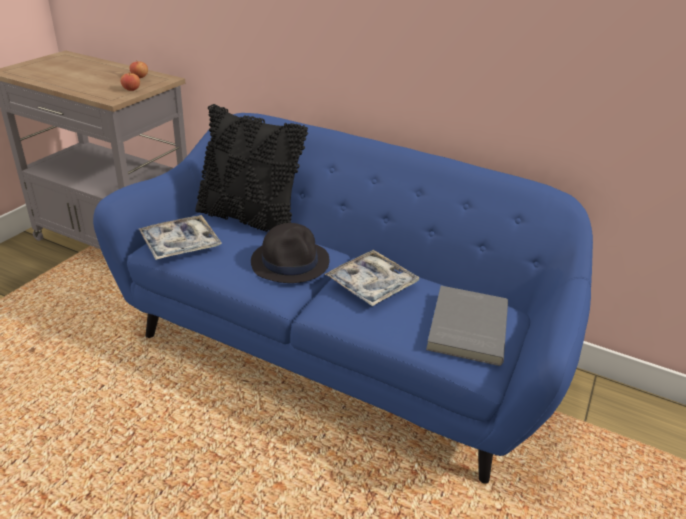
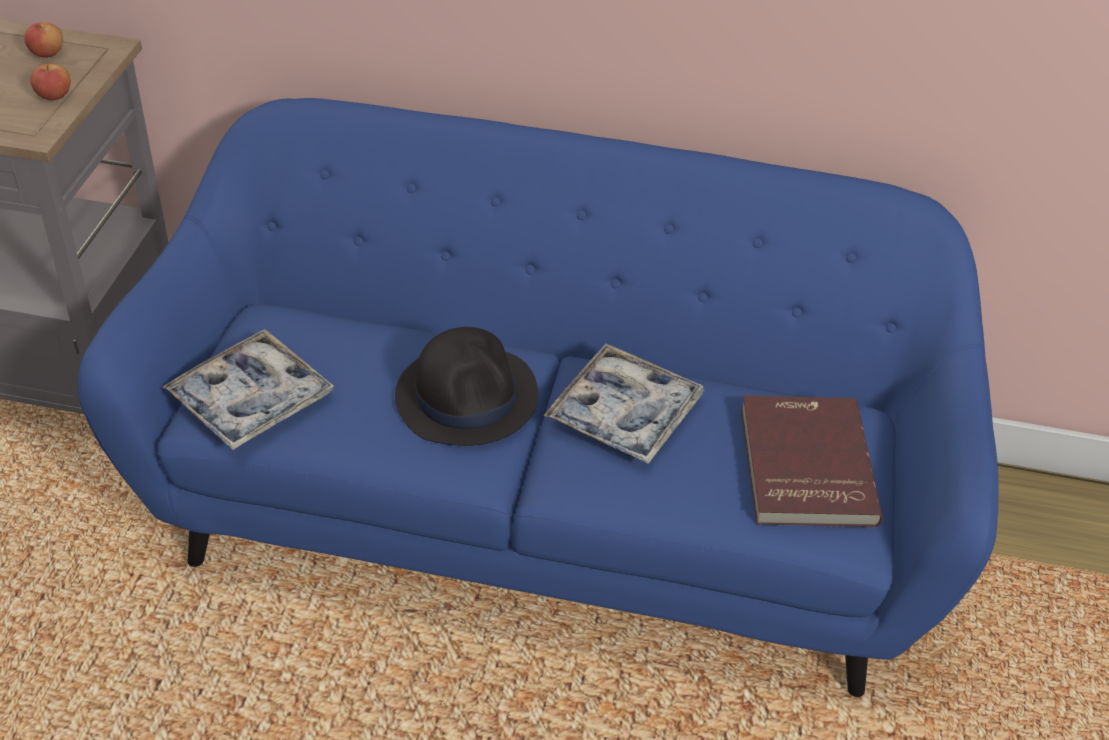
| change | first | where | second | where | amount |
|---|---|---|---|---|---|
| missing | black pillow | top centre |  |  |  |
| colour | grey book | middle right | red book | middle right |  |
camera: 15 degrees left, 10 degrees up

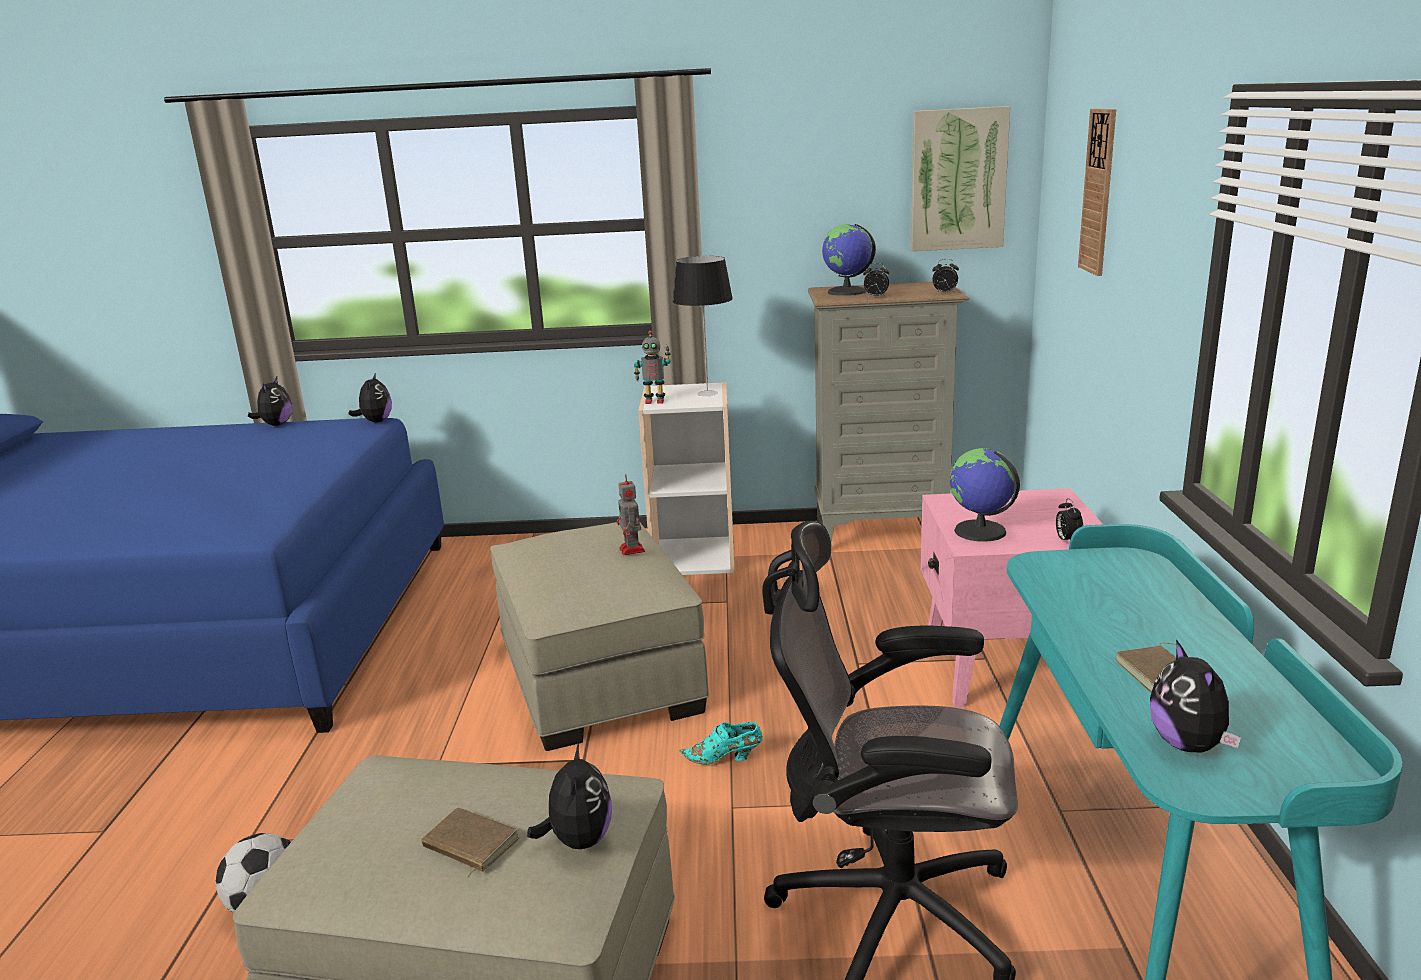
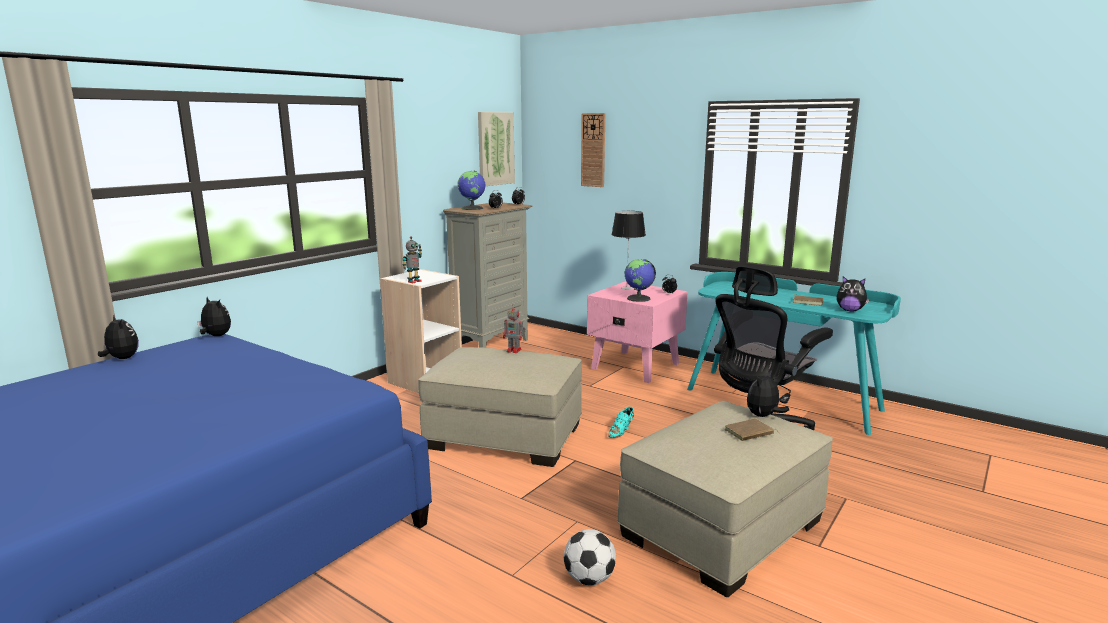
| change | first | where | second | where | amount |
|---|---|---|---|---|---|
| relocated | table lamp | top centre |  | centre |  |
| spun | plush toy (no. 3 from left) | bottom centre |  | middle right | 75 degrees counterclockwise |
camera: 55 degrees left, 5 degrees down

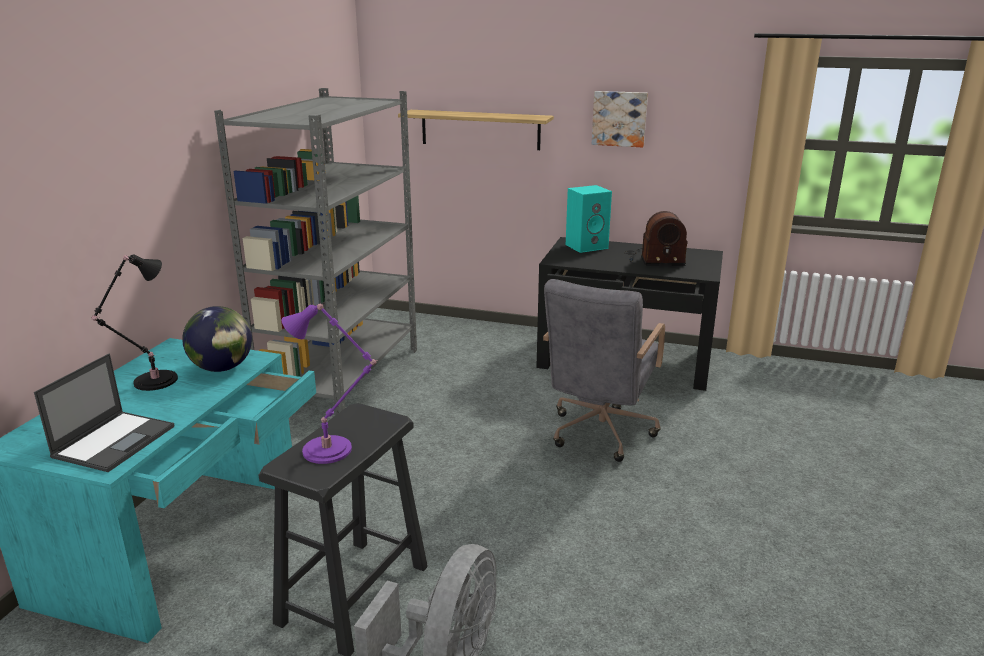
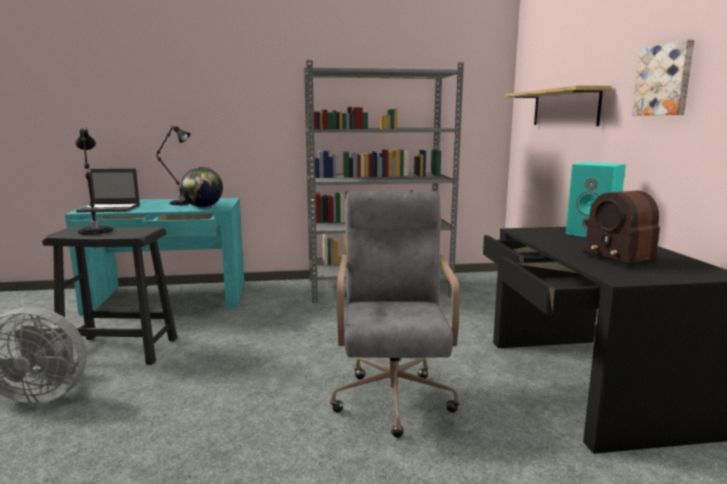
| change | first | where | second | where | amount |
|---|---|---|---|---|---|
| spun | grey office chair | centre |  | centre | 90 degrees clockwise |
| colour | purple table lamp | centre | black table lamp (no. 1 from left) | middle left |  |
camera: 65 degrees right, 10 degrees down

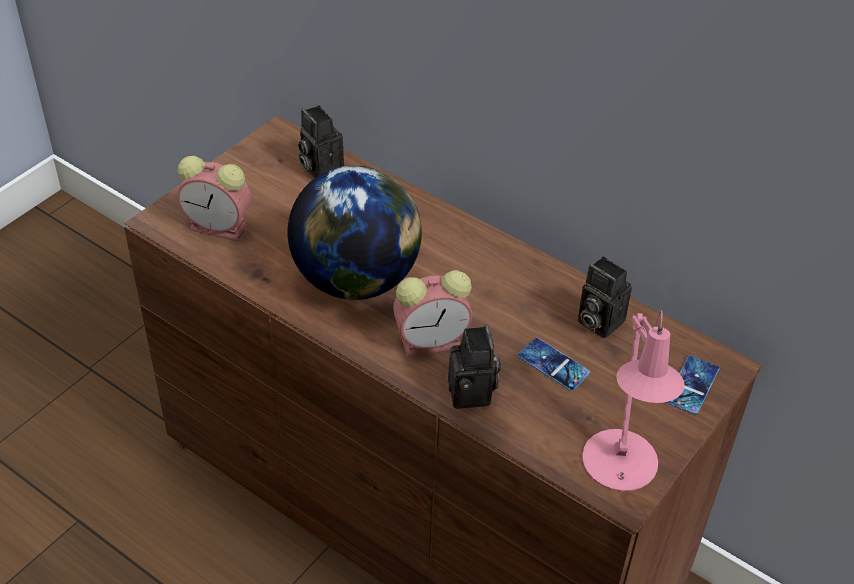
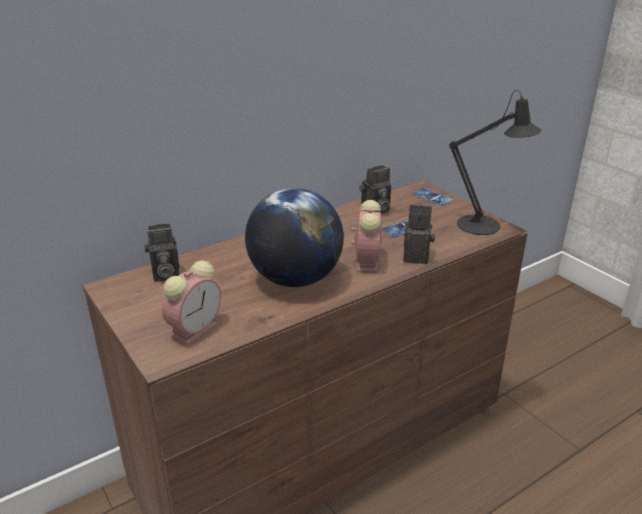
| change | first | where | second | where | amount |
|---|---|---|---|---|---|
| colour | pink table lamp | bottom right | black table lamp | top right |  |
camera: 70 degrees left, 15 degrees down

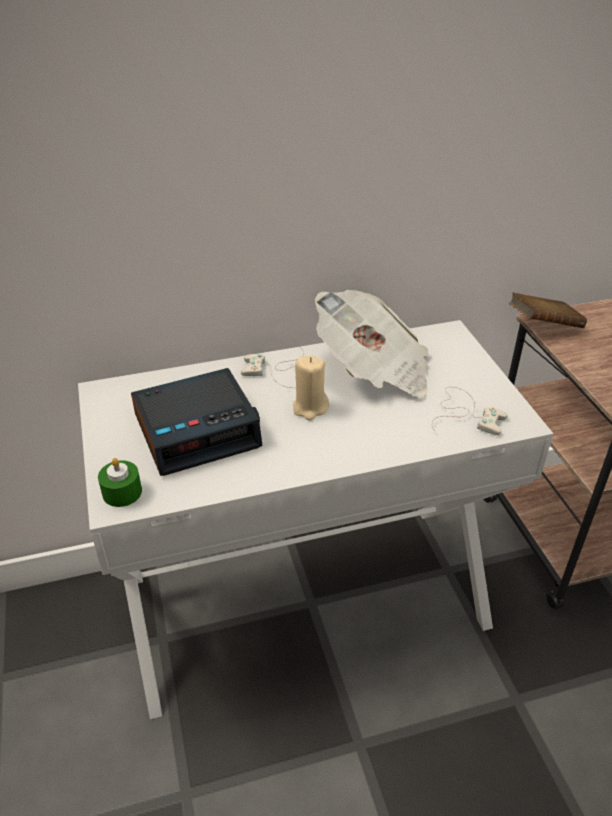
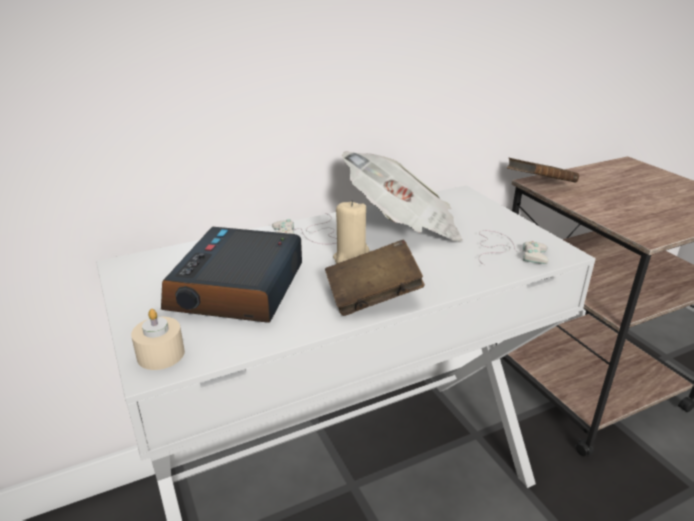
| change | first | where | second | where | amount |
|---|---|---|---|---|---|
| spun | alarm clock | middle left |  | middle left | 135 degrees clockwise |
| colour | green candle | middle left | beige candle (no. 1 from left) | middle left |  |
| appeared |  |  | brown book (no. 1 from left) | centre |  |
camera: 10 degrees left, 10 degrees down

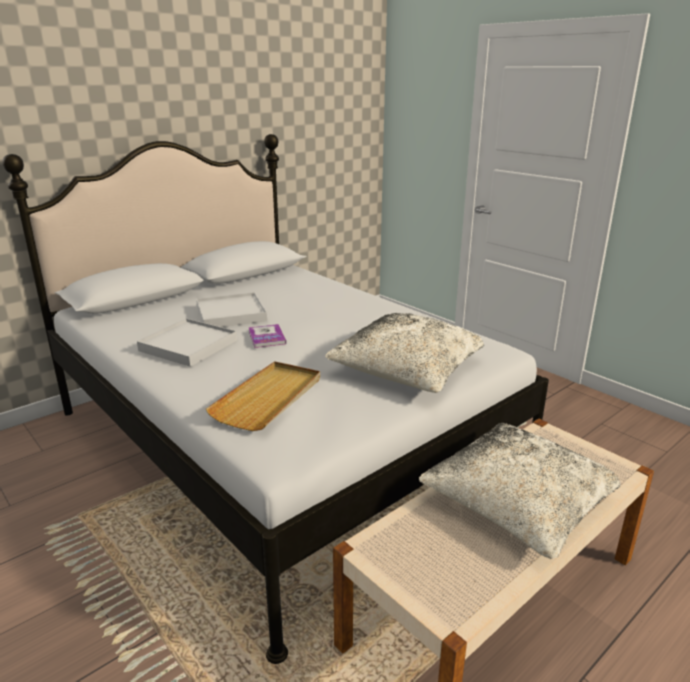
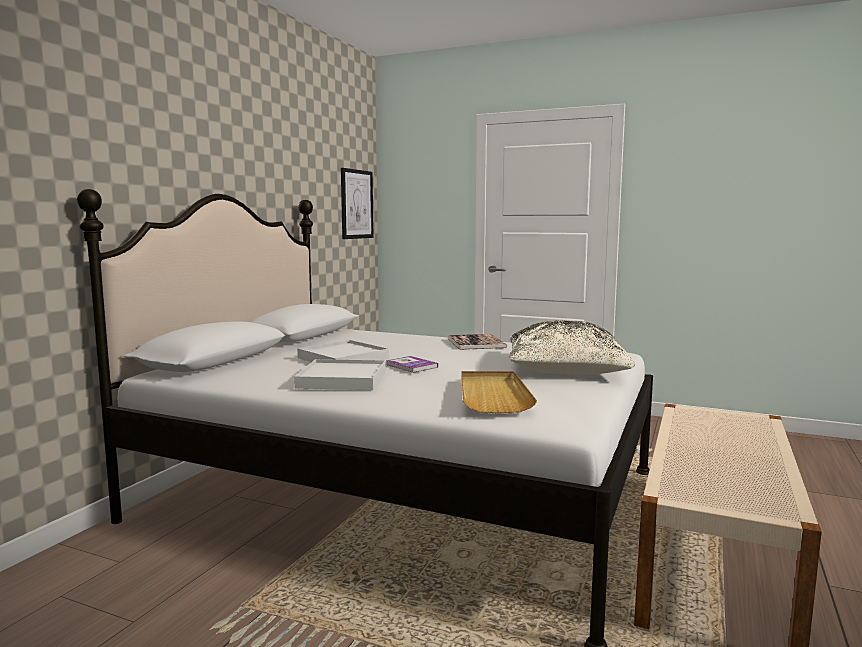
| change | first | where | second | where | amount |
|---|---|---|---|---|---|
| missing | beige pillow (no. 2 from left) | bottom right |  |  |  |
| appeared |  |  | picture | top centre |  |
| appeared |  |  | book (no. 2 from left) | centre |  |
camera: 25 degrees left, 15 degrees down

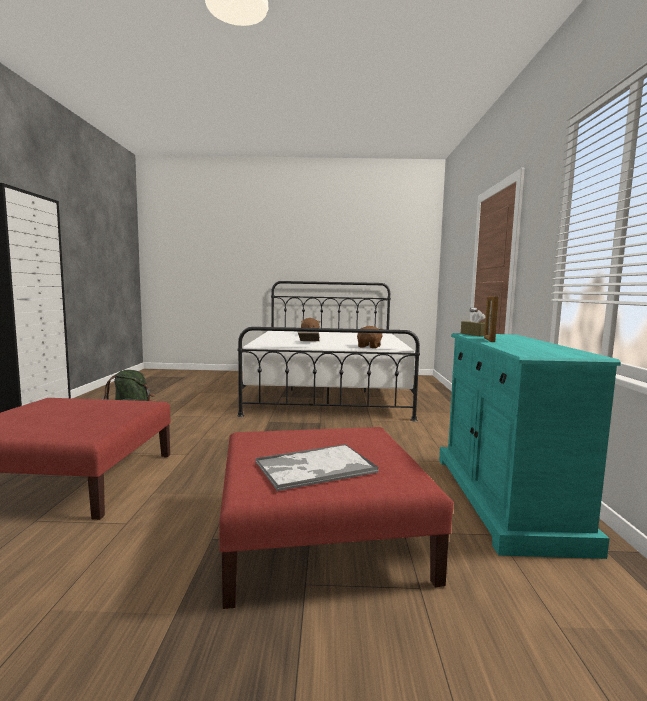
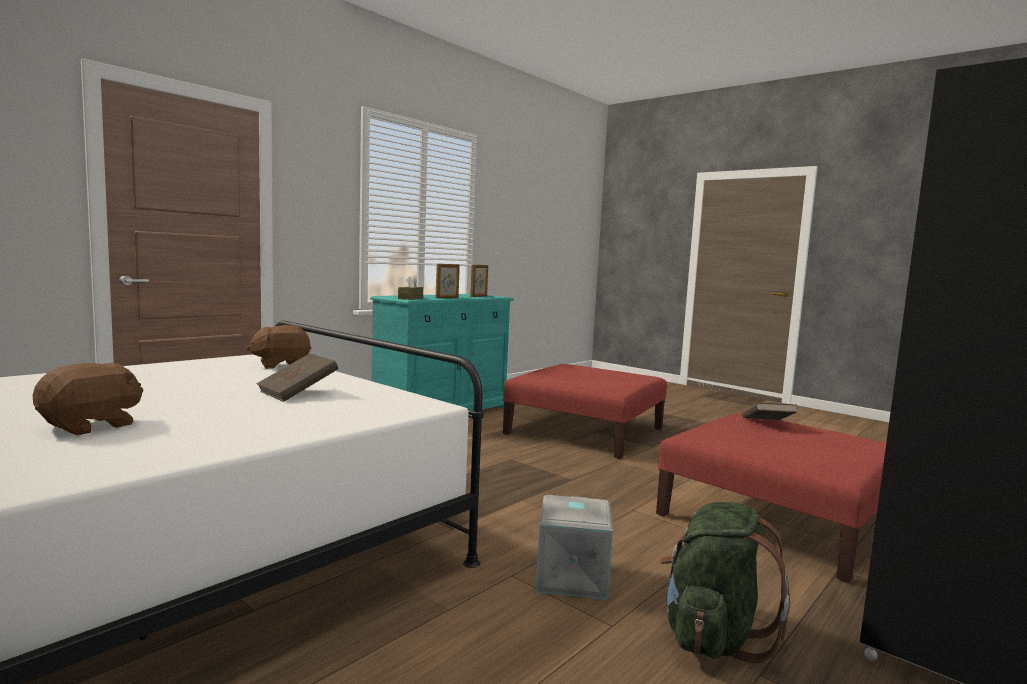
| change | first | where | second | where | amount |
|---|---|---|---|---|---|
| missing | tray | bottom centre |  |  |  |
| appeared |  |  | picture frame (no. 2 from left) | centre |  |
| appeared |  |  | brown book (no. 2 from left) | middle right |  |
| appeared |  |  | grey storage box | bottom centre |  |
camera: 140 degrees left, 0 degrees up

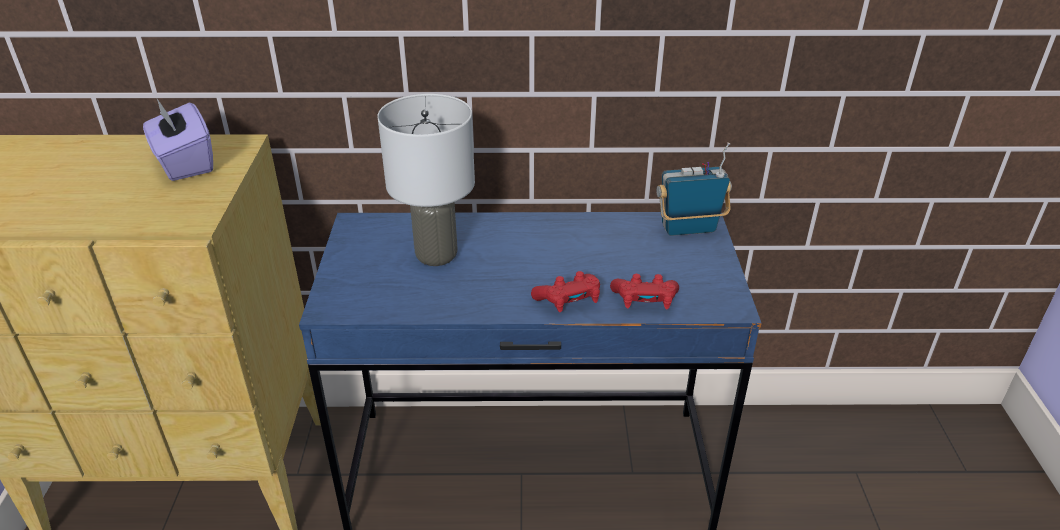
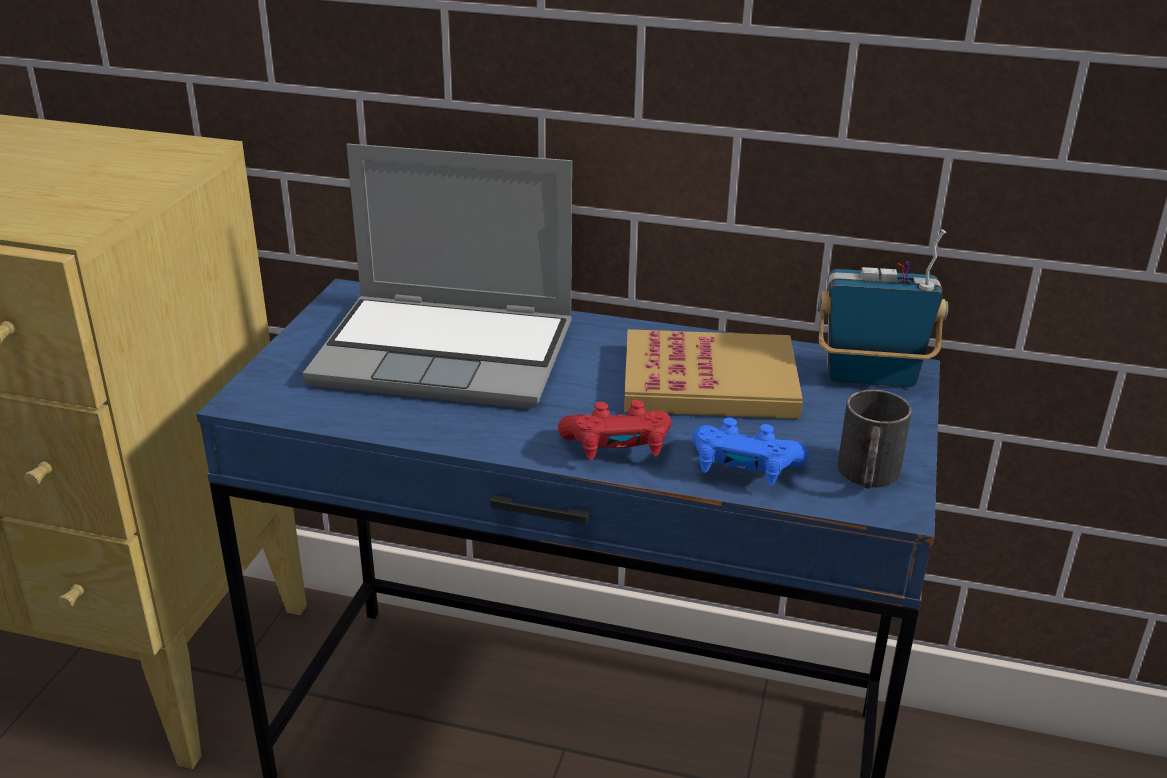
| change | first | where | second | where | amount |
|---|---|---|---|---|---|
| exchanged | white table lamp | centre | laptop | centre |  |
| missing | purple tissue box | top left |  |  |  |
| colour | red game controller (no. 2 from left) | centre | blue game controller | centre |  |
| appeared |  |  | book | centre |  |
| appeared |  |  | black mug | middle right |  |
camera: 15 degrees right, 5 degrees down

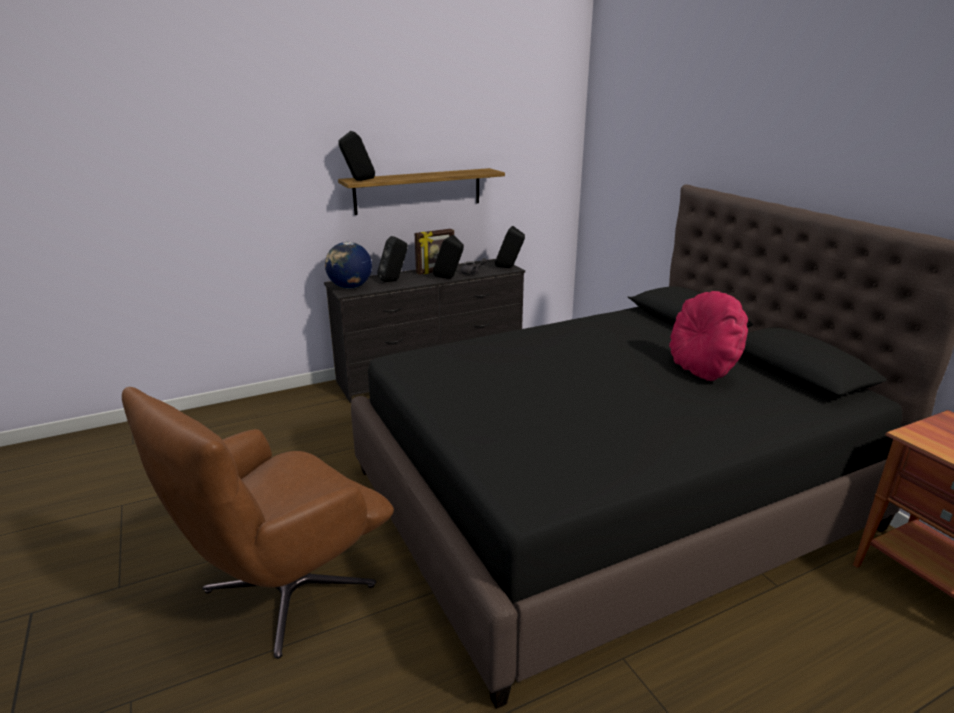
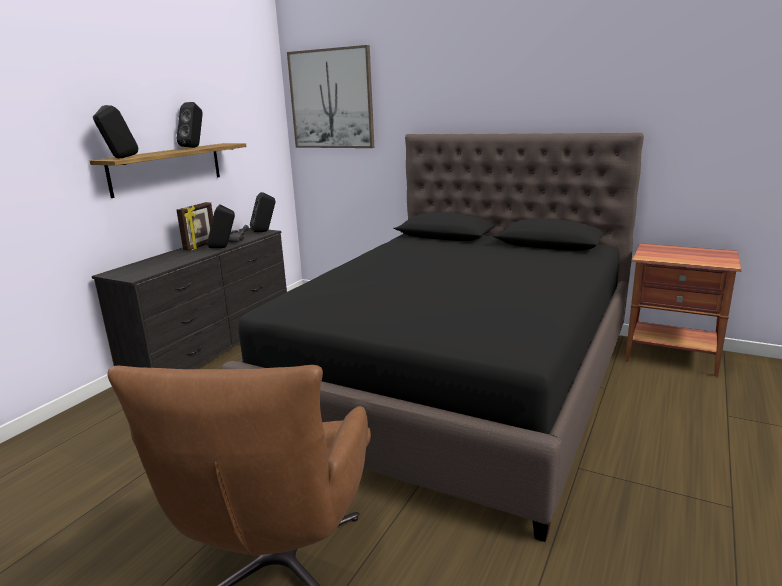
| change | first | where | second | where | amount |
|---|---|---|---|---|---|
| relocated | black speaker (no. 2 from left) | centre |  | top left |  |
| missing | globe | centre |  |  |  |
| missing | pink pillow | middle right |  |  |  |
| appeared |  |  | picture | top centre |  |
camera: 35 degrees left, 5 degrees down

